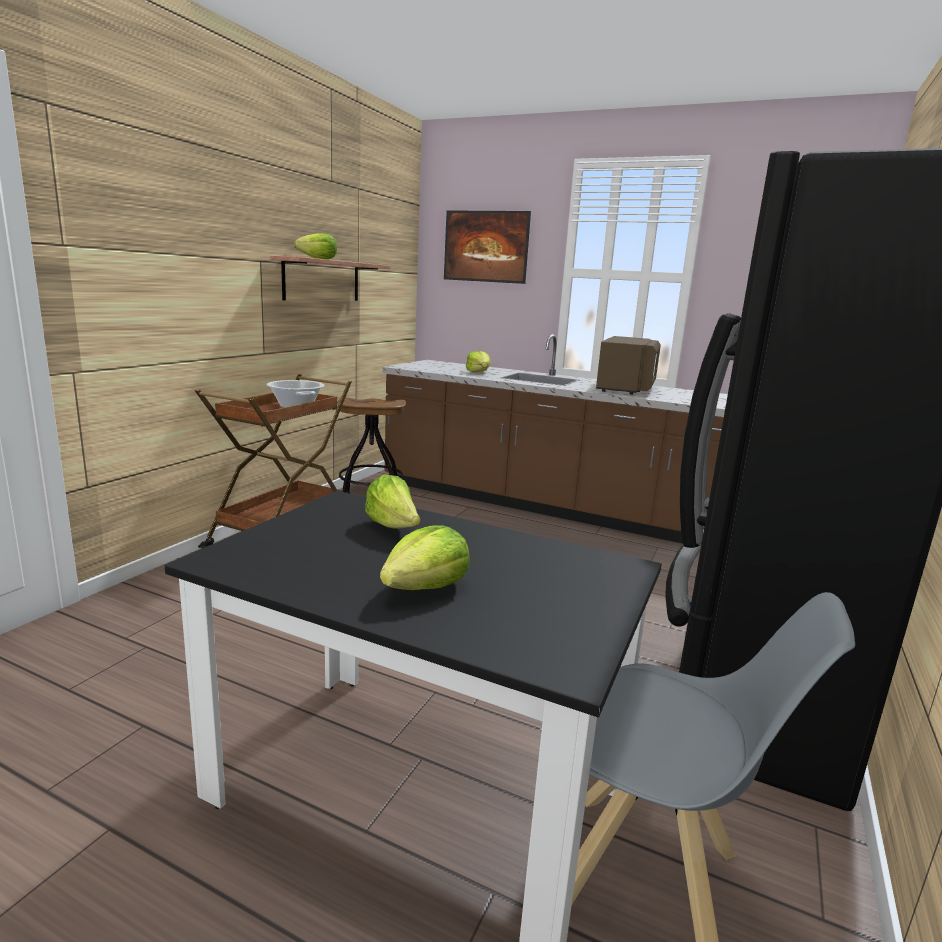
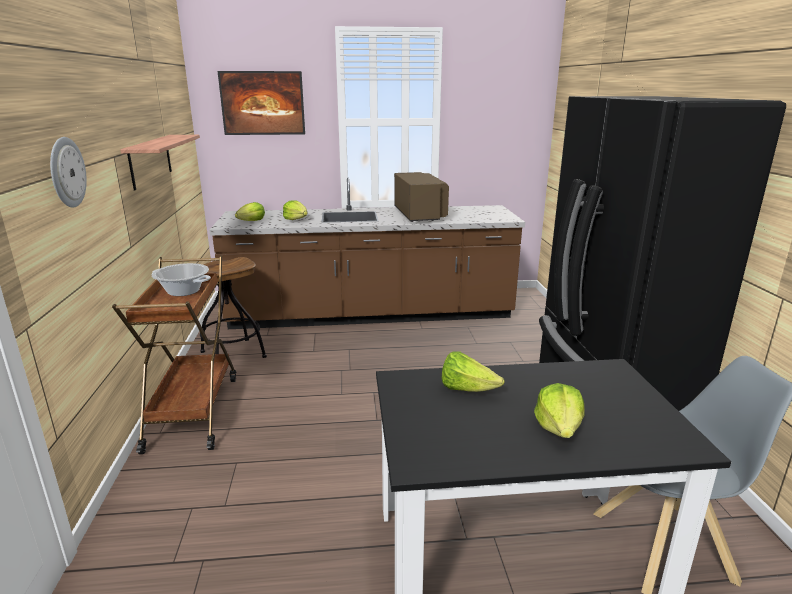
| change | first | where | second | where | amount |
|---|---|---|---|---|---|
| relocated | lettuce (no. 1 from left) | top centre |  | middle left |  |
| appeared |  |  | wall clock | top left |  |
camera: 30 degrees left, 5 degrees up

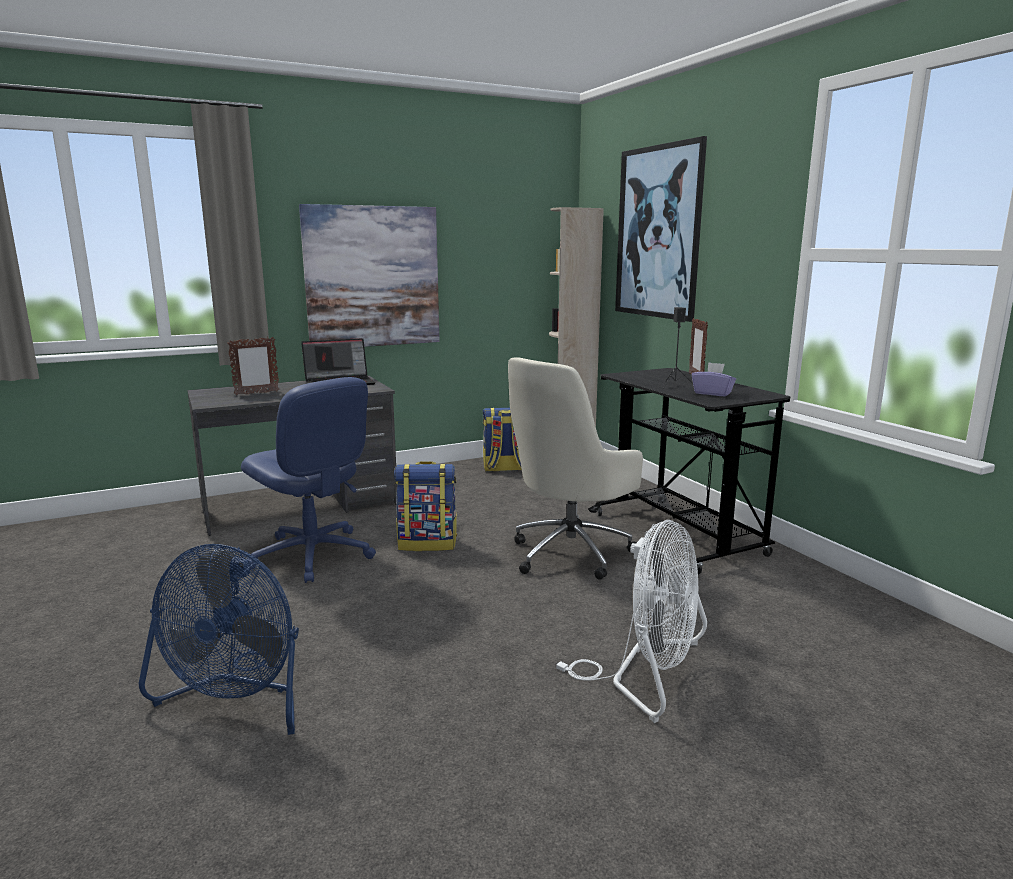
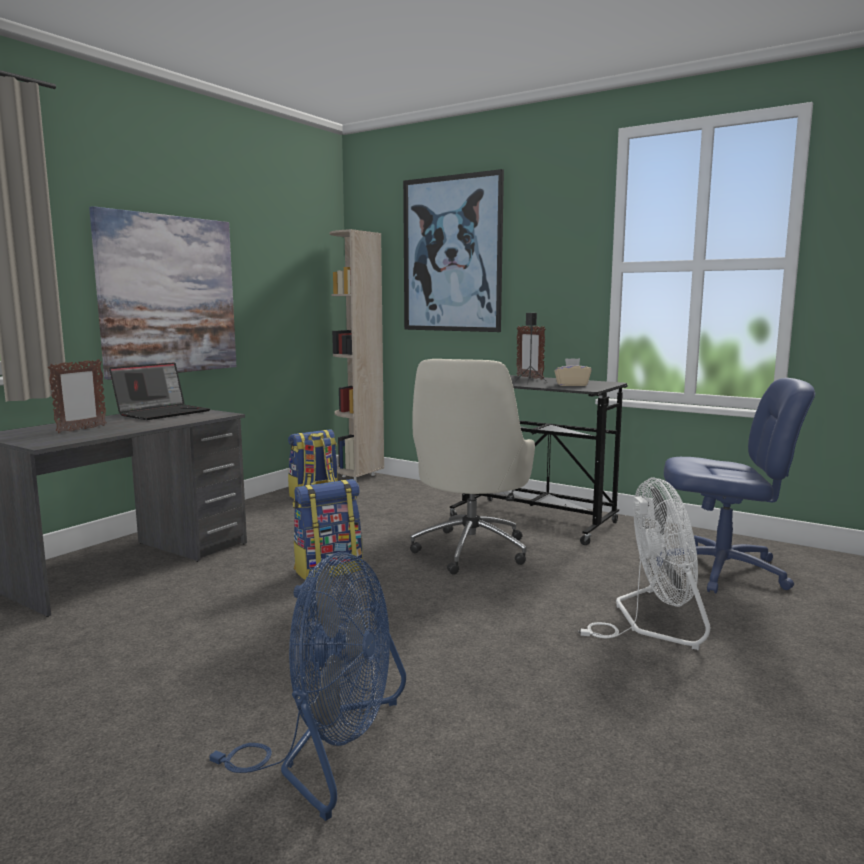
| change | first | where | second | where | amount |
|---|---|---|---|---|---|
| colour | purple tissue box | middle right | beige tissue box | centre |  |
| relocated | blue office chair | middle left |  | middle right |  |
| spun | blue fan | bottom left |  | bottom centre | 60 degrees counterclockwise |
camera: 30 degrees left, 5 degrees down

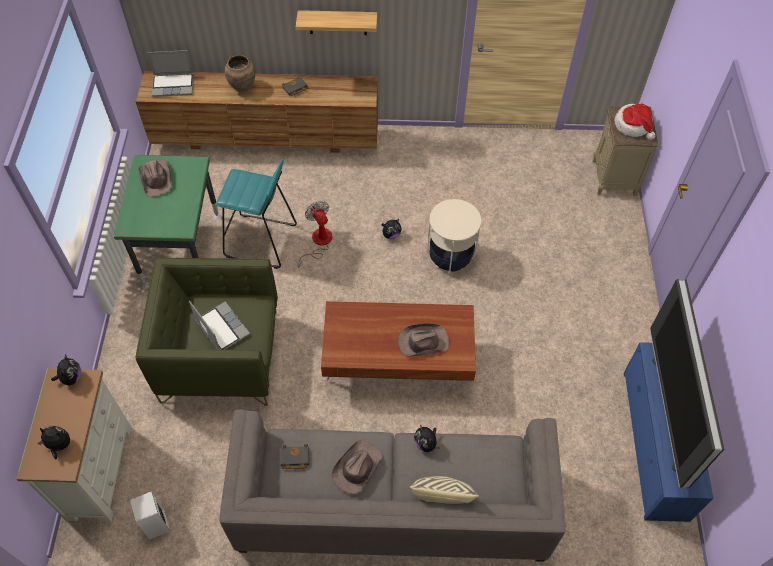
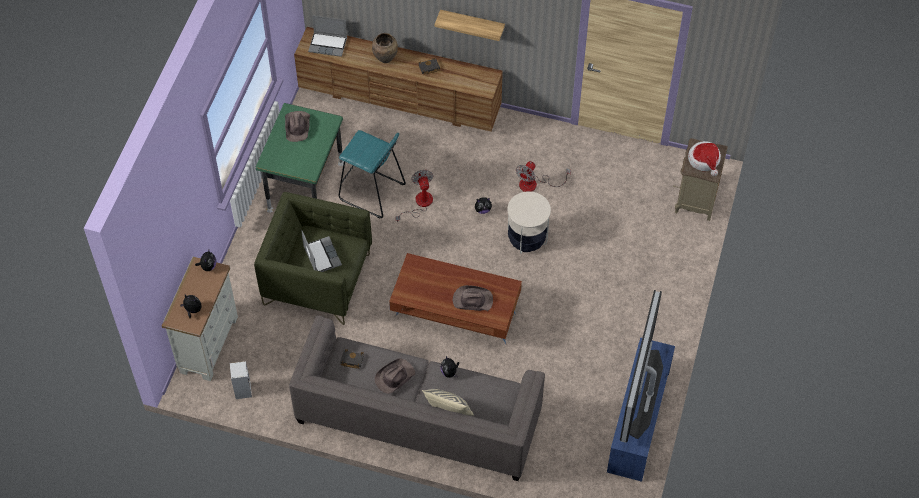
| change | first | where | second | where | amount |
|---|---|---|---|---|---|
| appeared |  |  | fan (no. 2 from left) | centre |  |
camera: 15 degrees right, 0 degrees up

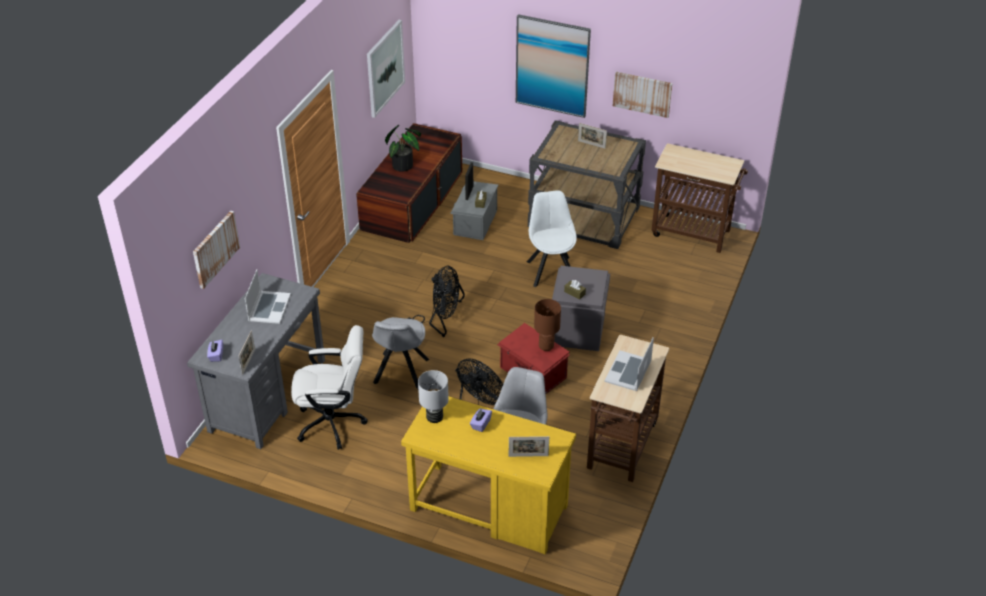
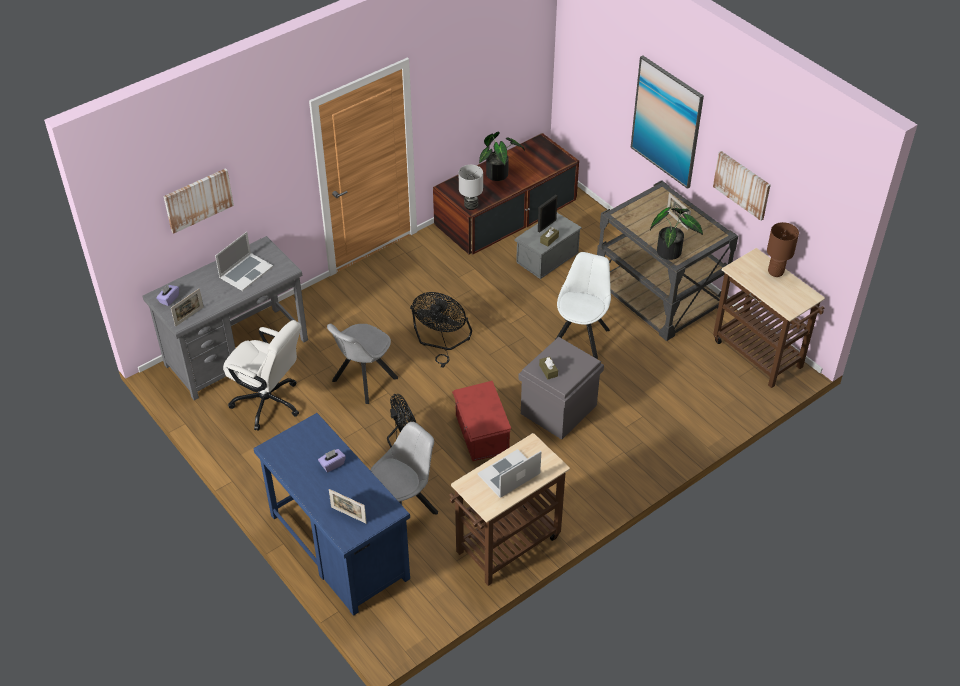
| change | first | where | second | where | amount |
|---|---|---|---|---|---|
| missing | picture (no. 2 from left) | top centre |  |  |  |
| spun | black fan (no. 1 from left in the first image) | centre | black fan (no. 2 from left) | centre | 120 degrees counterclockwise |
| relocated | brown table lamp | centre |  | middle right |  |
| relocated | grey table lamp | centre |  | top centre |  |
| colour | yellow desk | bottom centre | blue desk | bottom centre |  |
| appeared |  |  | potted plant (no. 2 from left) | middle right |  |
camera: 30 degrees right, 5 degrees up

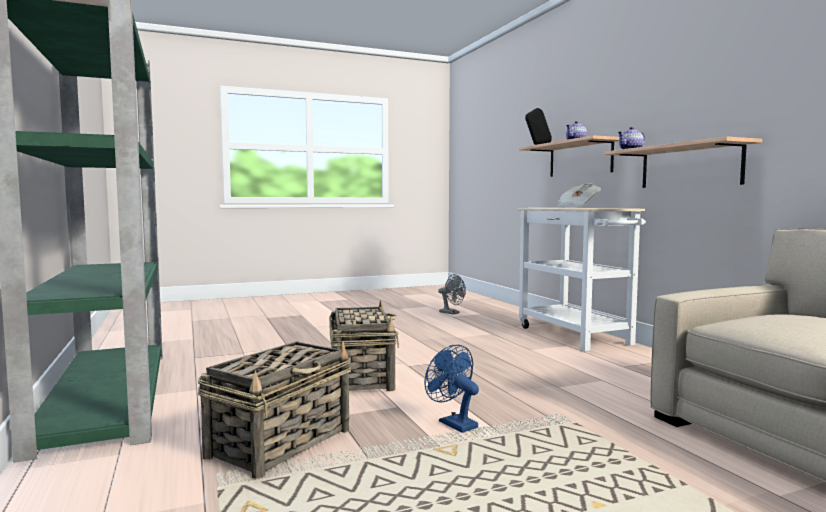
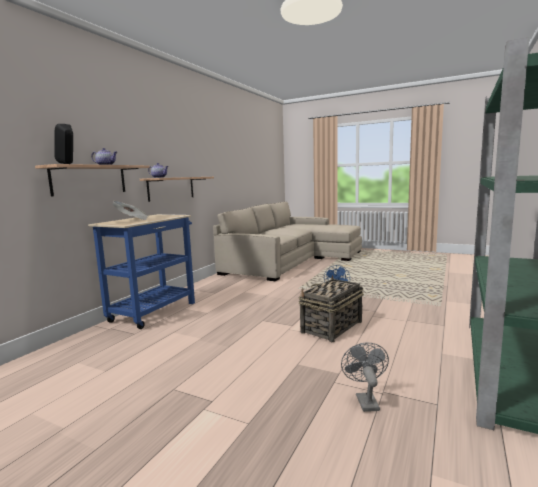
| change | first | where | second | where | amount |
|---|---|---|---|---|---|
| colour | white cart | middle right | blue cart | middle left |  |
| relocated | grey fan | centre |  | bottom right |  |
| missing | basket (no. 1 from left) | bottom left |  |  |  |
camera: 130 degrees left, 5 degrees up

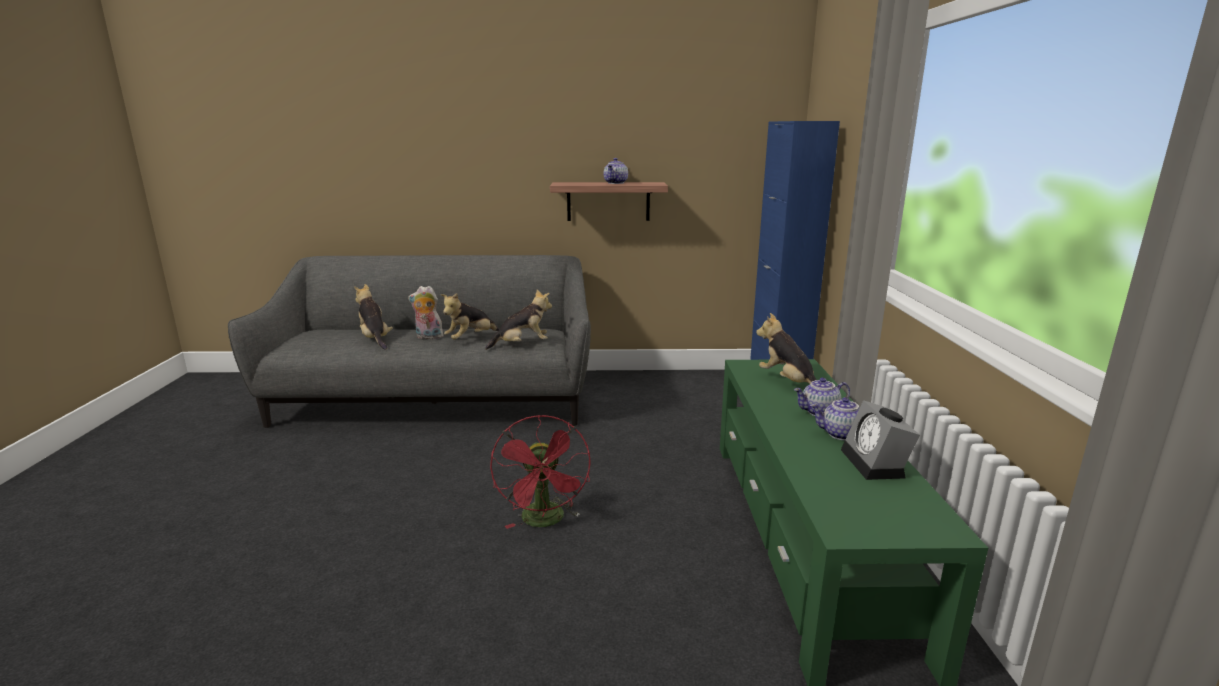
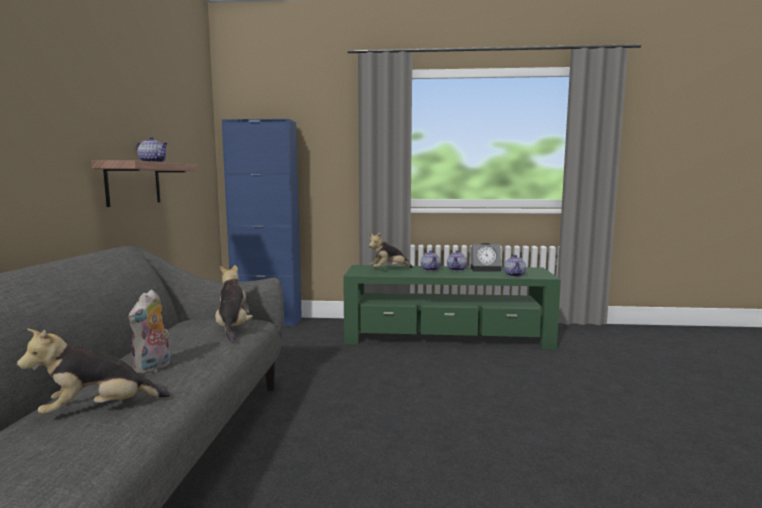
| change | first | where | second | where | amount |
|---|---|---|---|---|---|
| missing | plush toy (no. 3 from left) | centre |  |  |  |
| missing | red fan | bottom centre |  |  |  |
| appeared |  |  | teapot (no. 4 from left) | middle right |  |
camera: 85 degrees left, 10 degrees down

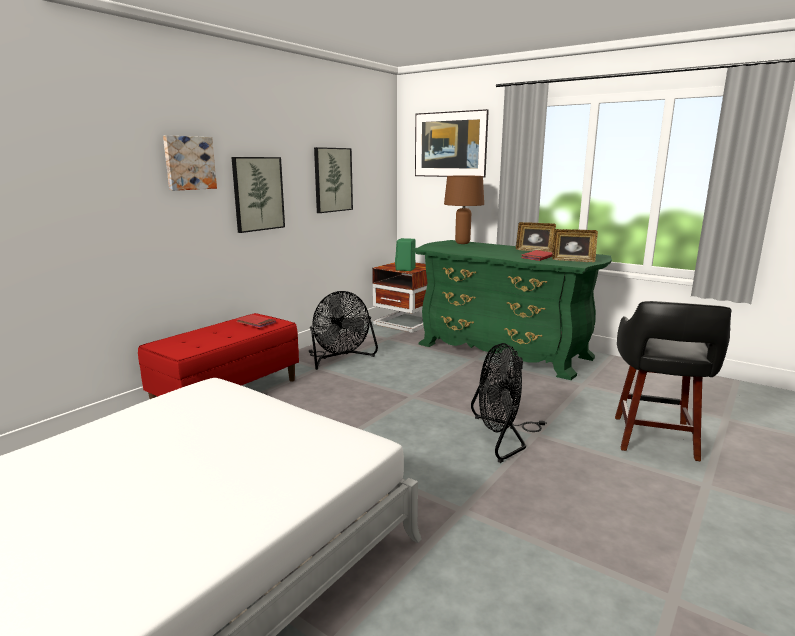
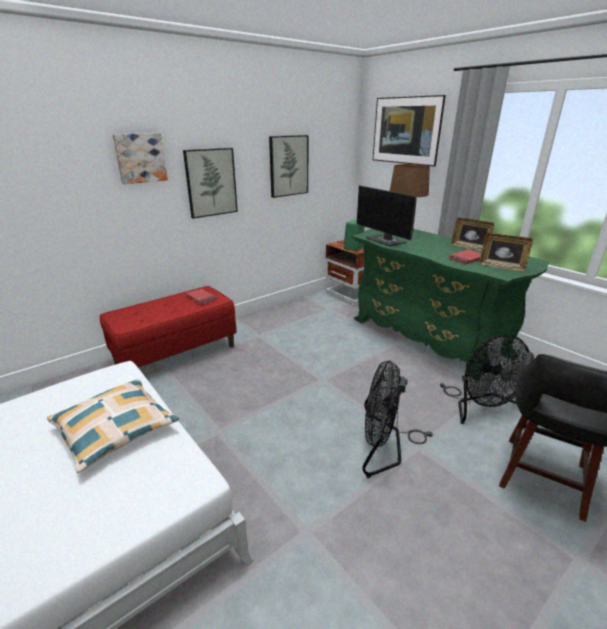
| change | first | where | second | where | amount |
|---|---|---|---|---|---|
| relocated | black fan (no. 1 from left in the first image) | centre | black fan (no. 2 from left) | middle right |  |
| appeared |  |  | monitor | centre |  |
| appeared |  |  | pillow | bottom left |  |
camera: 15 degrees right, 10 degrees up

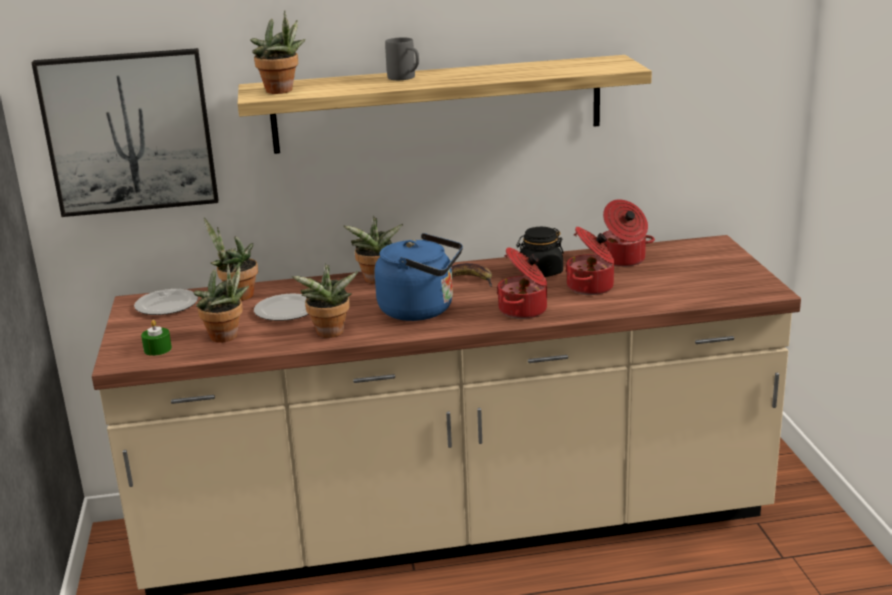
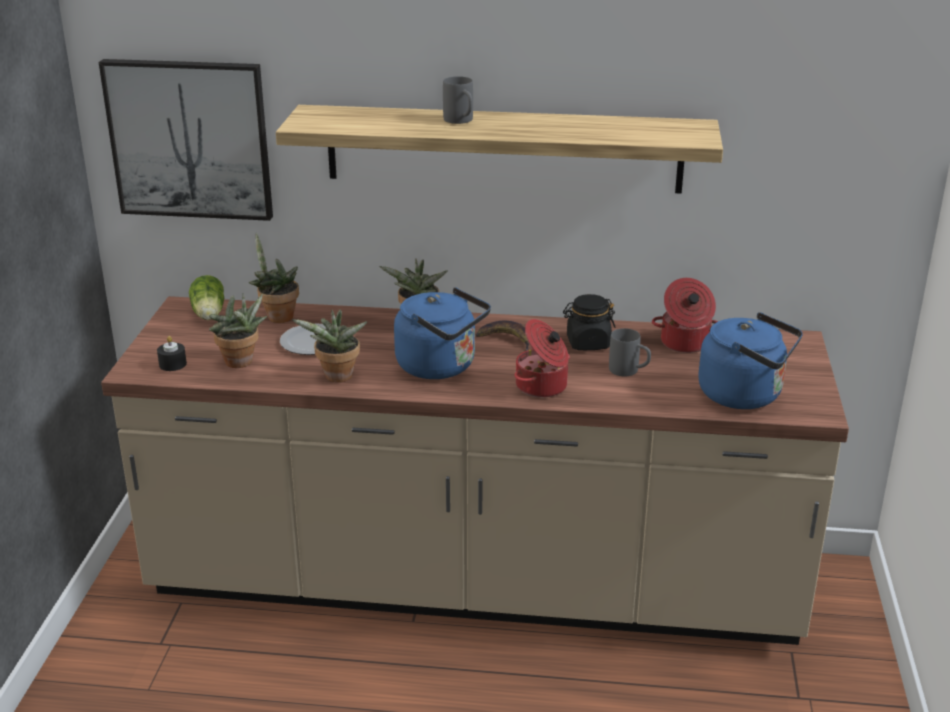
| change | first | where | second | where | amount |
|---|---|---|---|---|---|
| missing | potted plant (no. 3 from left) | top left |  |  |  |
| exchanged | cooking pot (no. 2 from left) | centre | grey mug (no. 2 from left) | centre |  |
| exchanged | plate (no. 1 from left) | middle left | lettuce | middle left |  |
| colour | green candle | middle left | black candle | middle left |  |
| appeared |  |  | blue kettle (no. 2 from left) | middle right |  |
camera: 15 degrees right, 5 degrees up

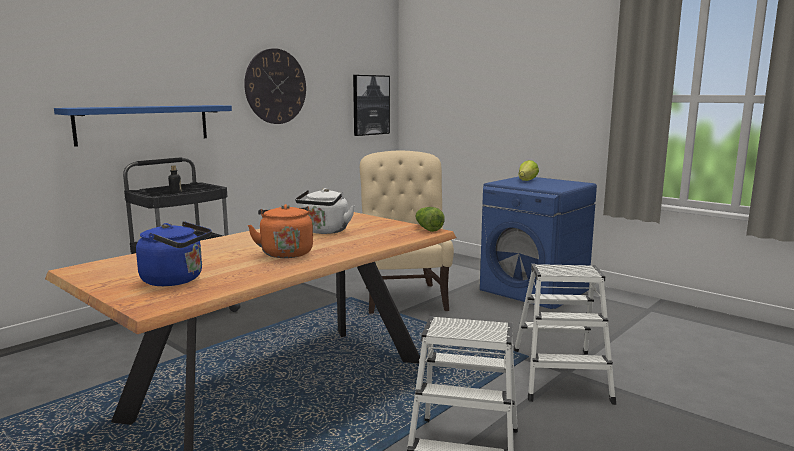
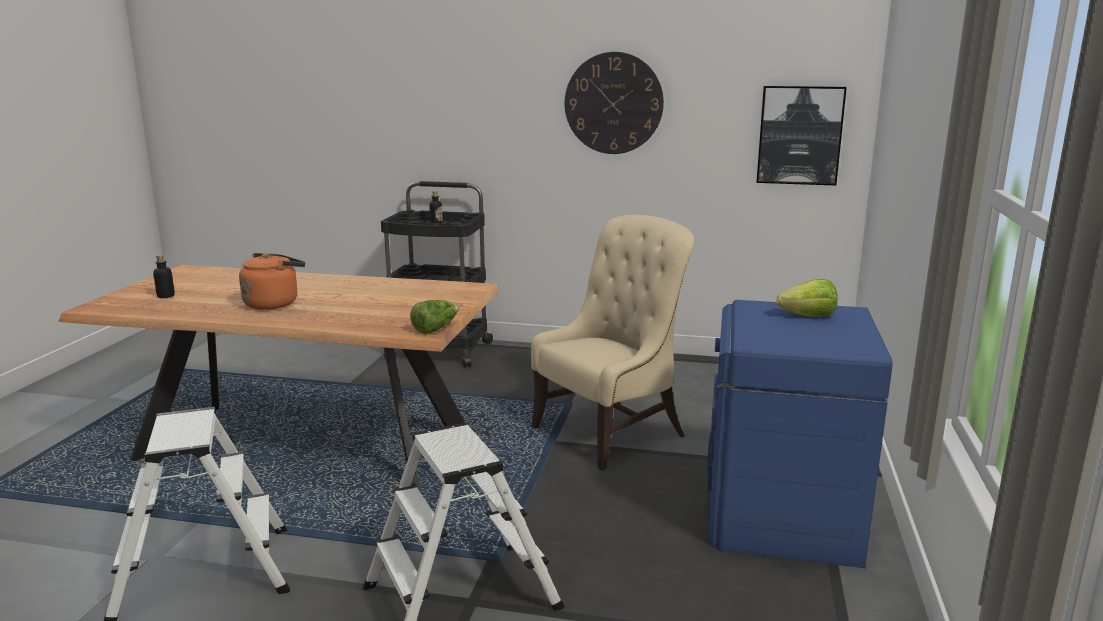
| change | first | where | second | where | amount |
|---|---|---|---|---|---|
| missing | blue shelf | top left |  |  |  |
| missing | white kettle | centre |  |  |  |
| exchanged | blue kettle | middle left | bottle (no. 1 from left) | middle left |  |
camera: 60 degrees right, 5 degrees up

